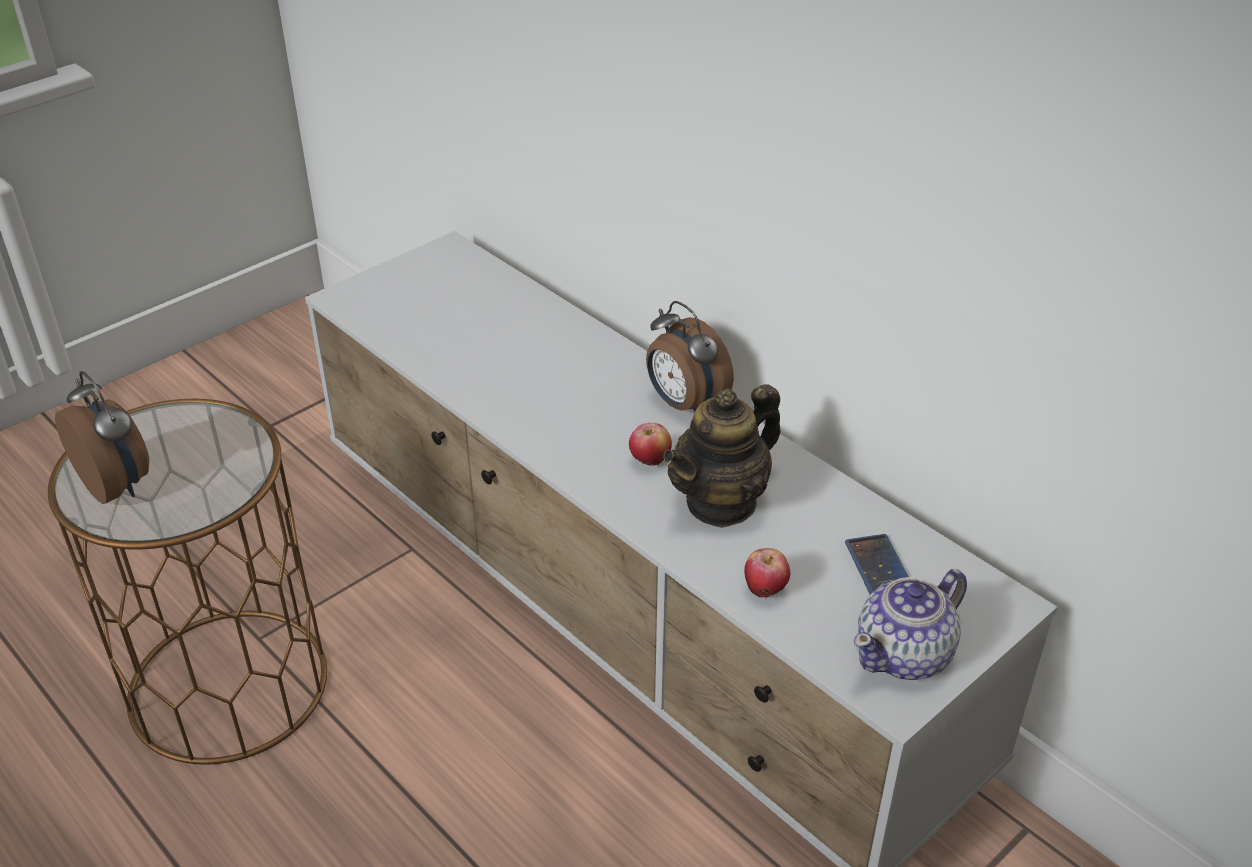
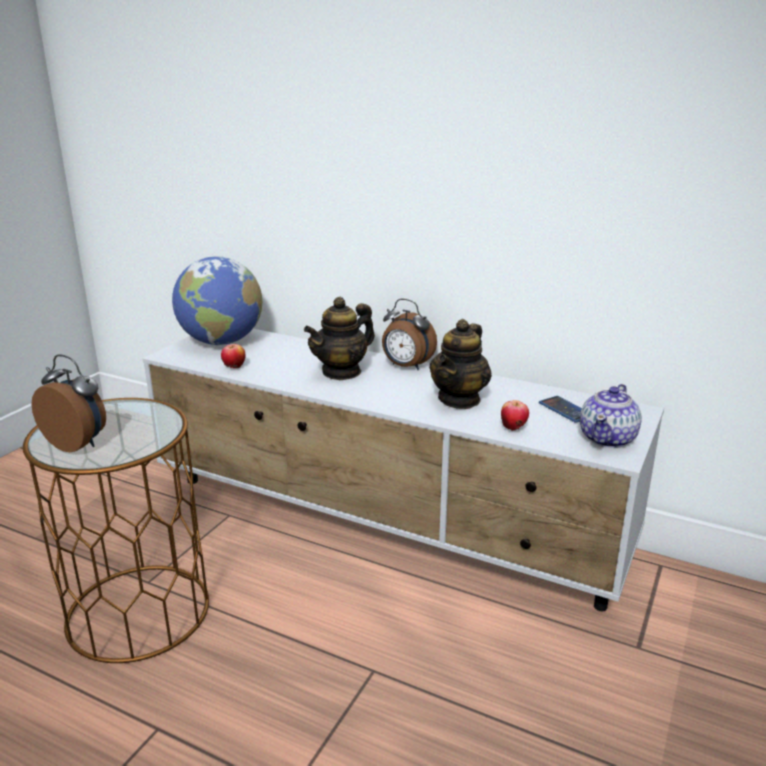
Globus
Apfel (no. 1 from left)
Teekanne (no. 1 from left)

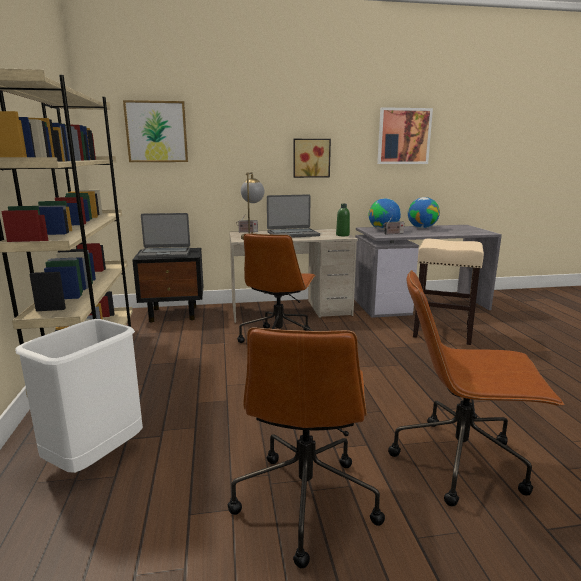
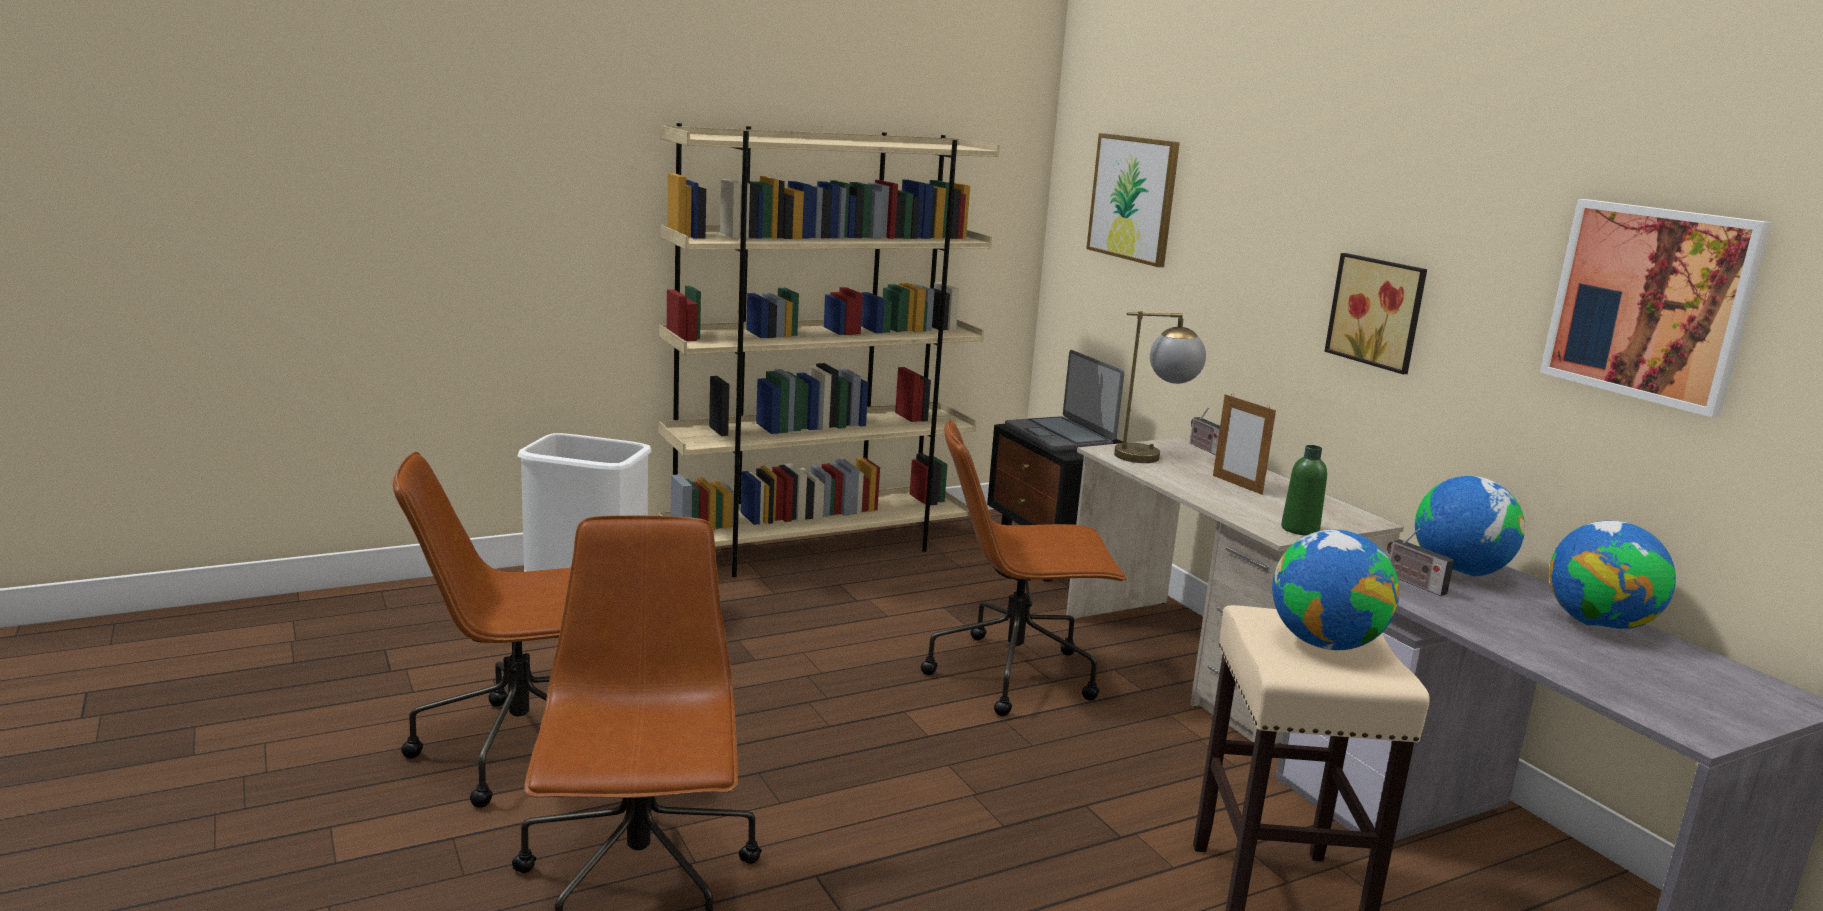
Bilderrahmen
Globus (no. 1 from left)

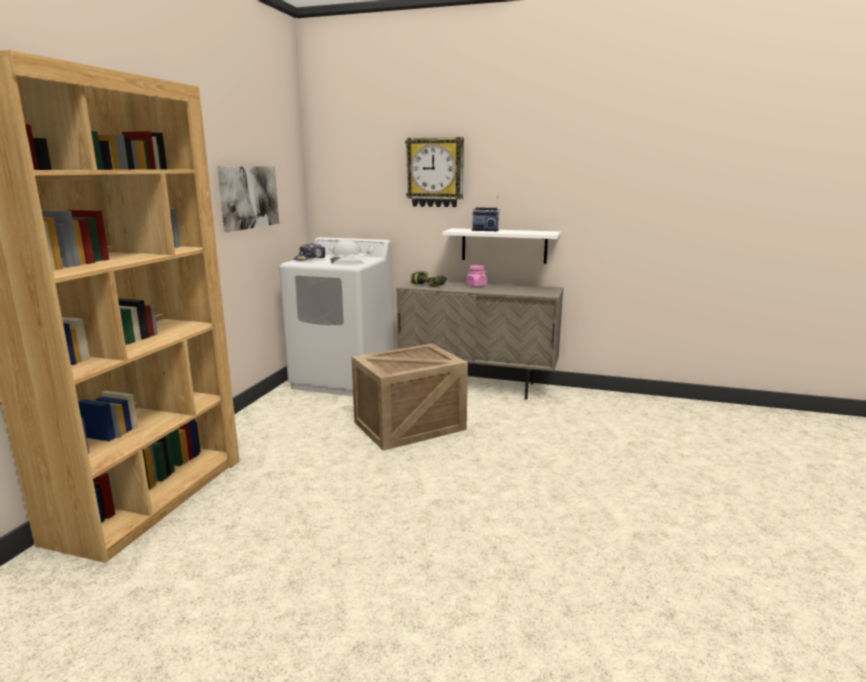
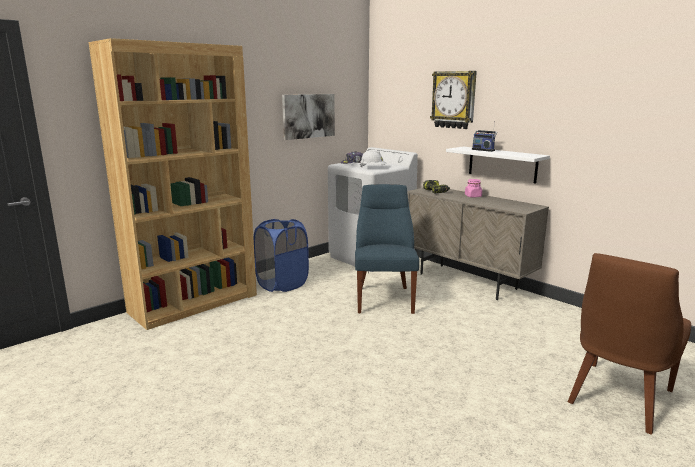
Wäschekorb/blau
Stuhl/blau
Stuhl/braun

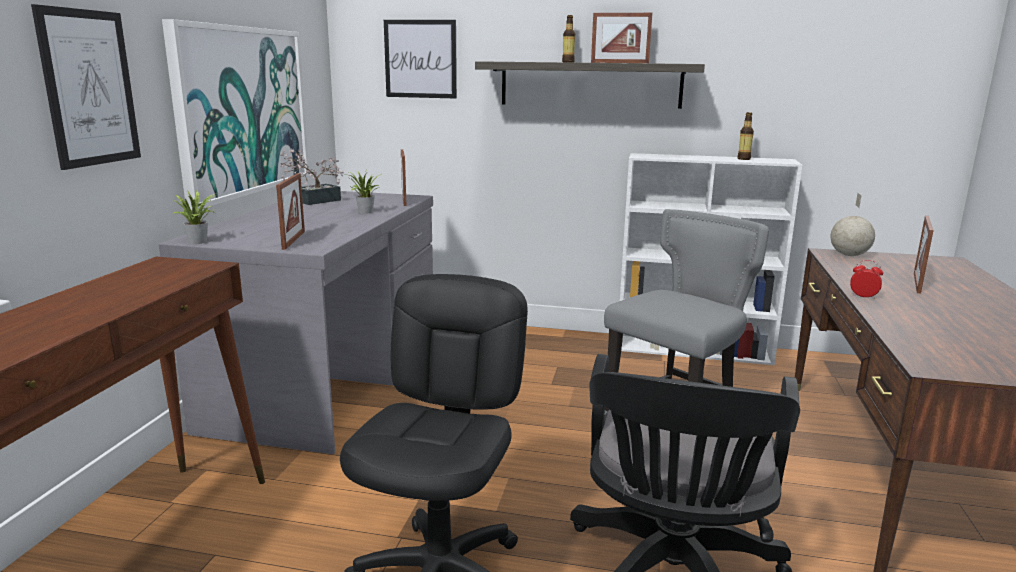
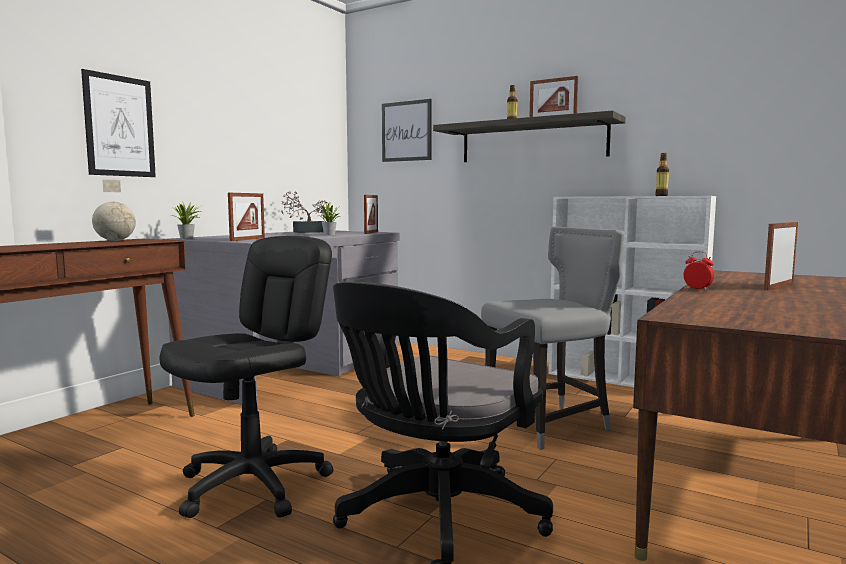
Globus
Bild (no. 2 from left in the first image)

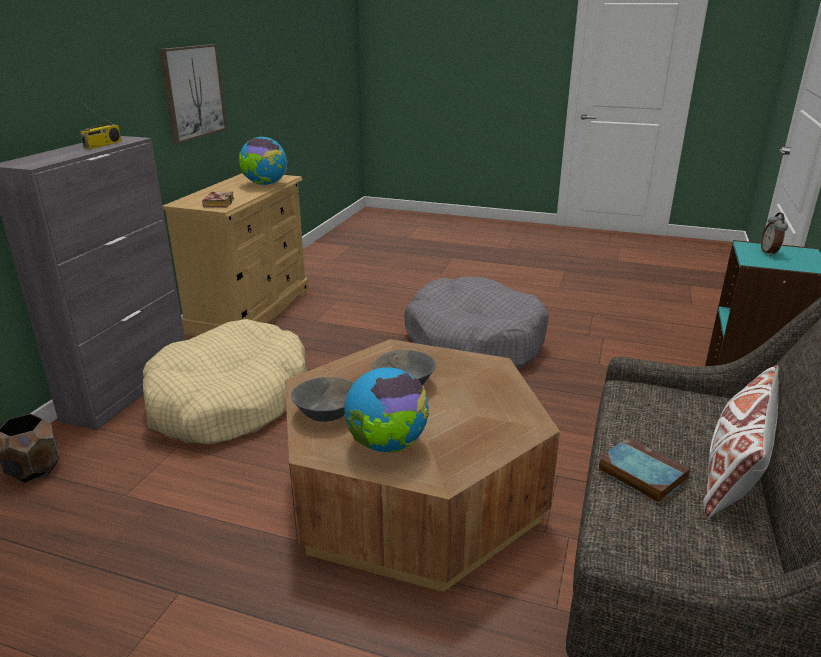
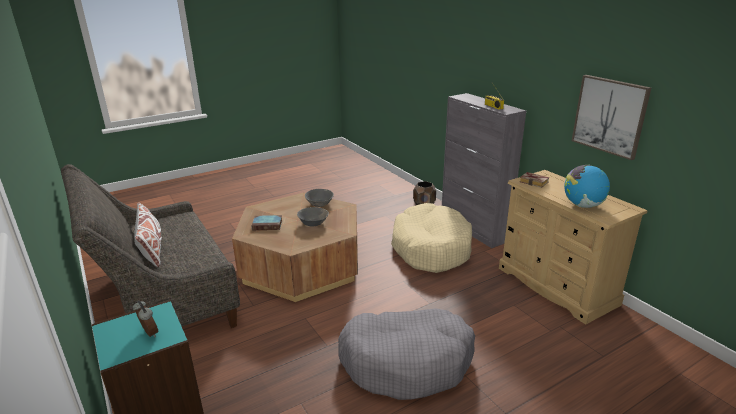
Buch (no. 1 from left)
Globus (no. 2 from left in the first image)

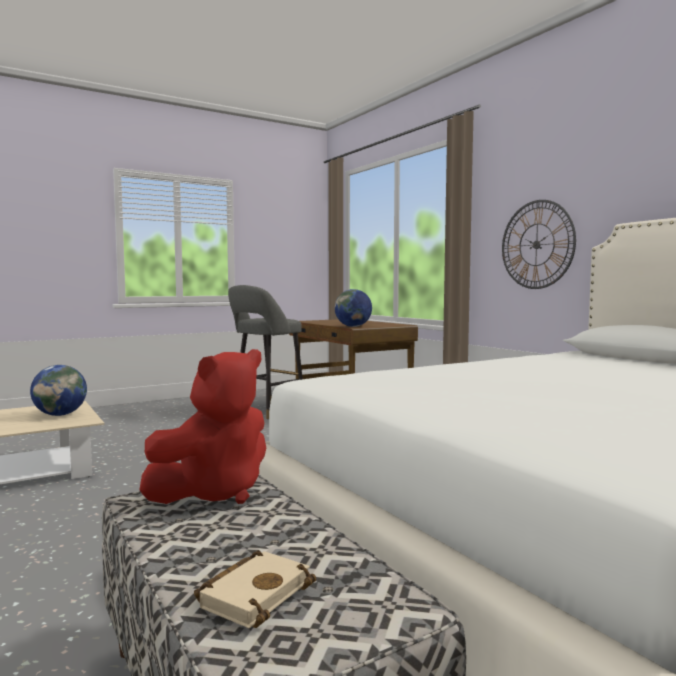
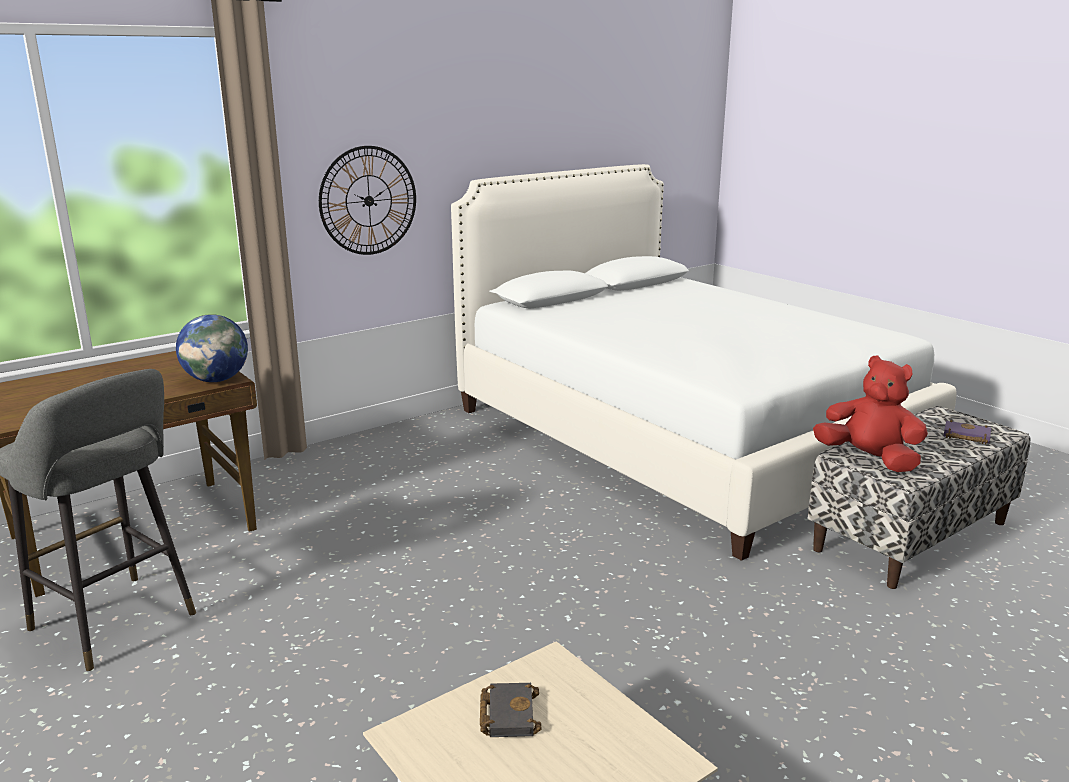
Buch/schwarz
Buch/lila

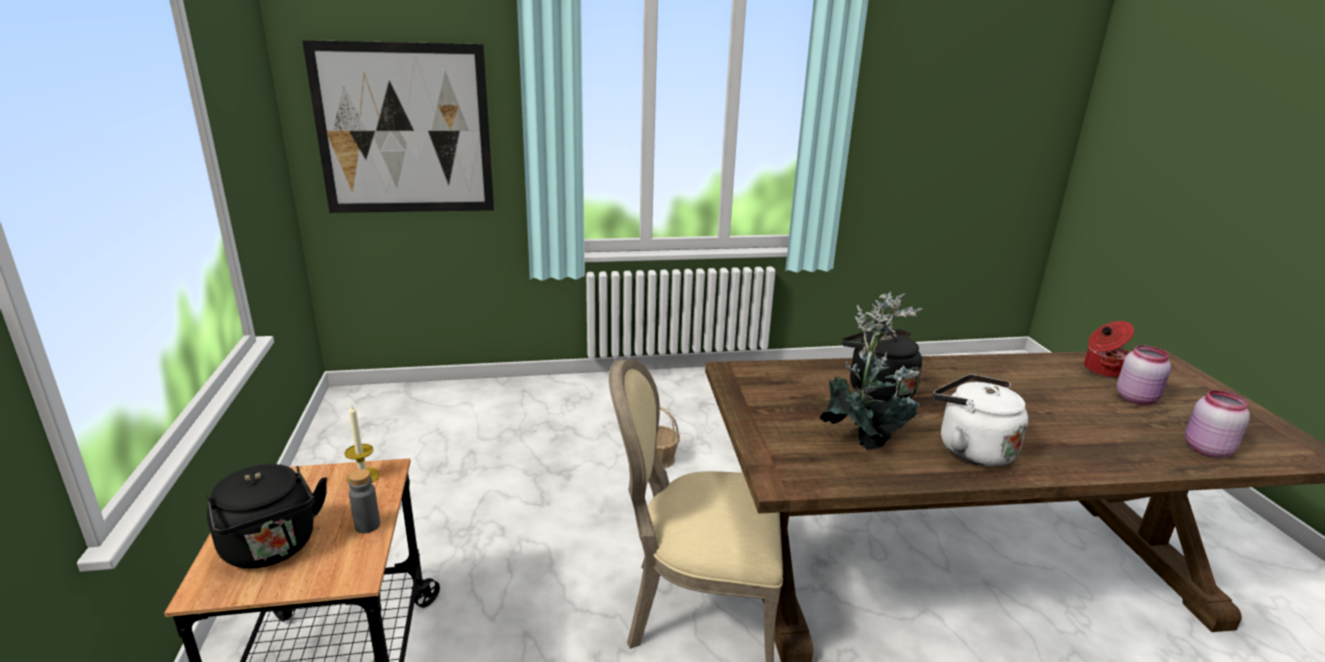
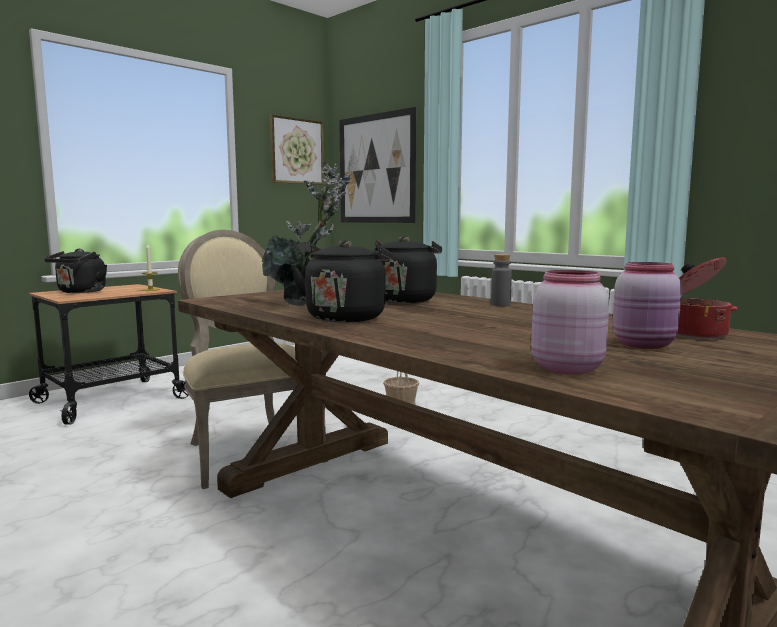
Bild (no. 1 from left)
Wasserkessel/schwarz (no. 2 from left)
Flasche/grau

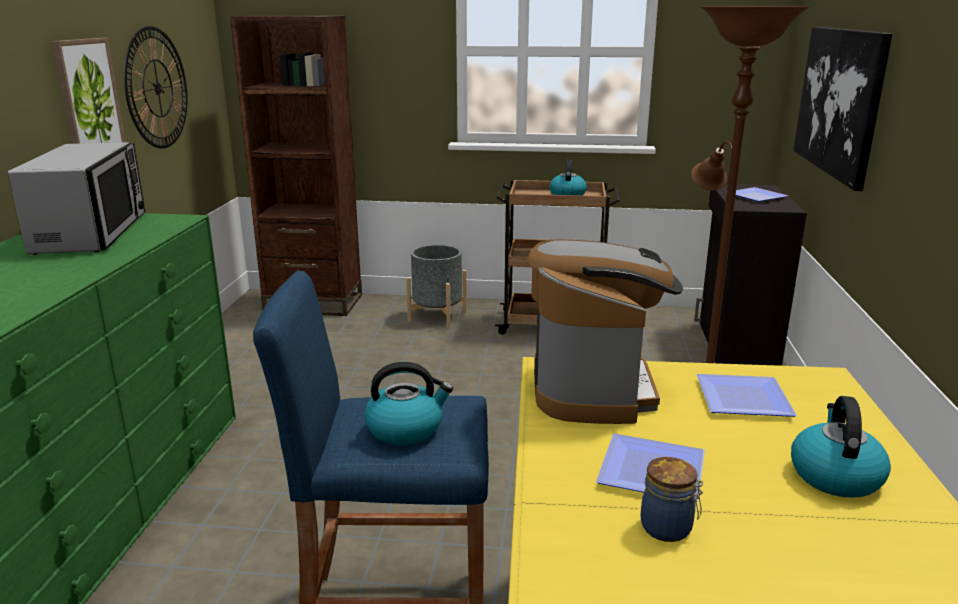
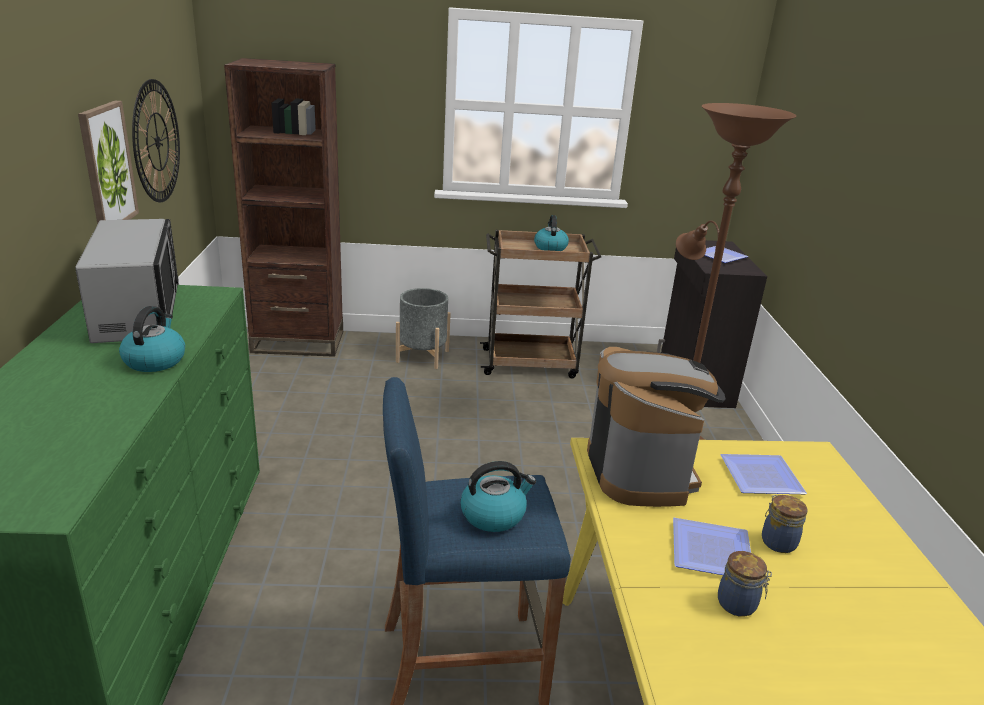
Wasserkessel (no. 1 from left)
Vorratsglas (no. 2 from left)
Bild (no. 2 from left in the first image)

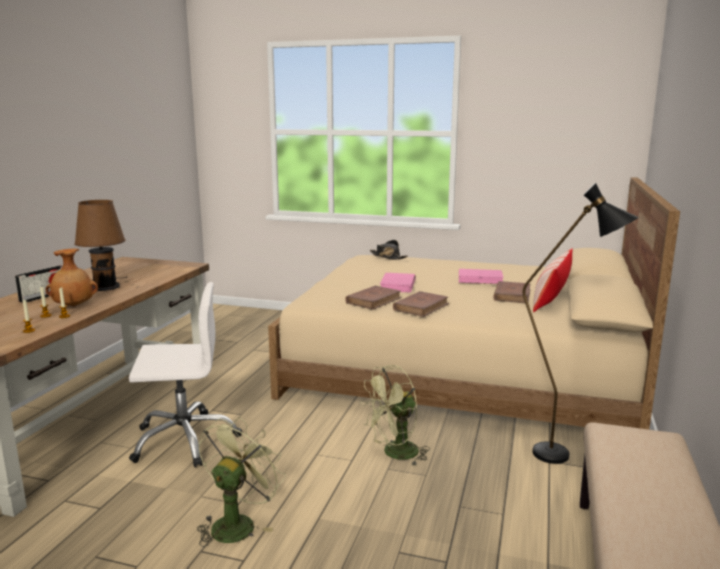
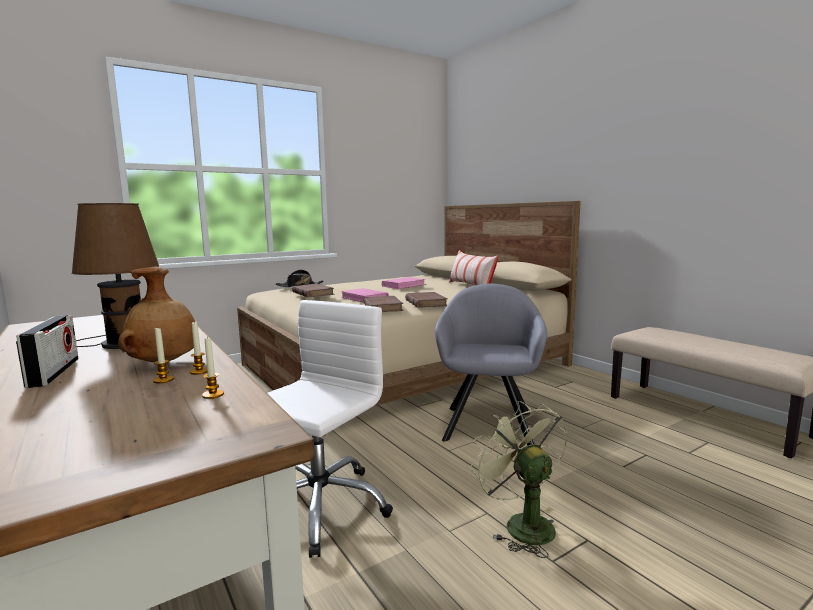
Buch/braun (no. 1 from left)
Sessel/grau
Stehlampe/schwarz

